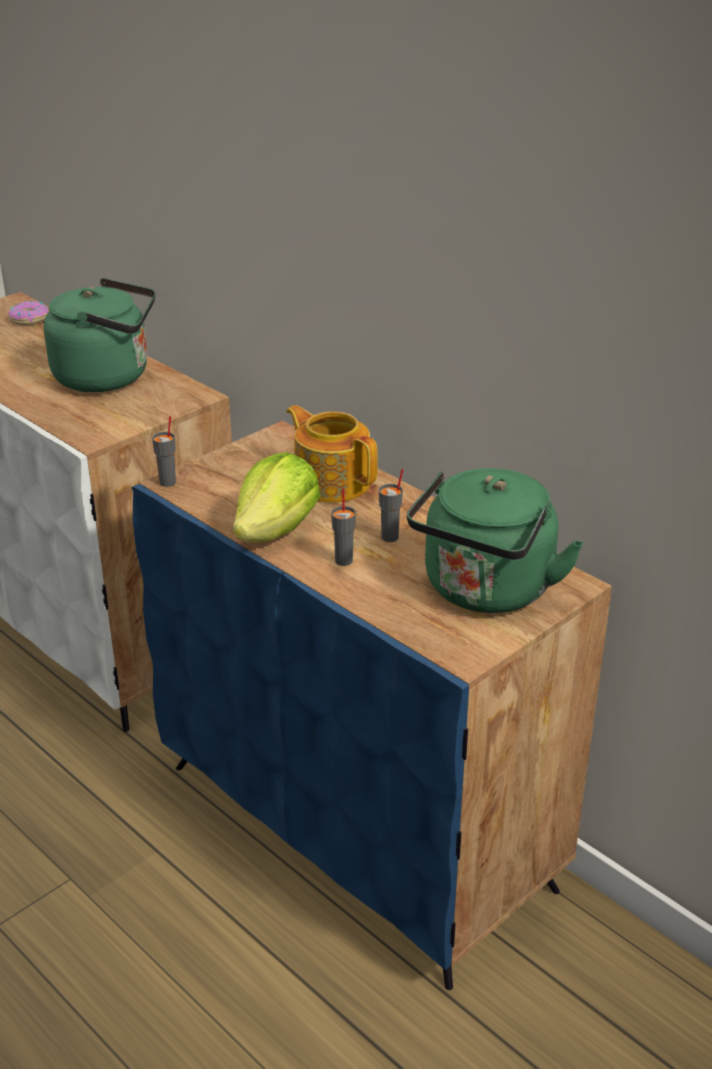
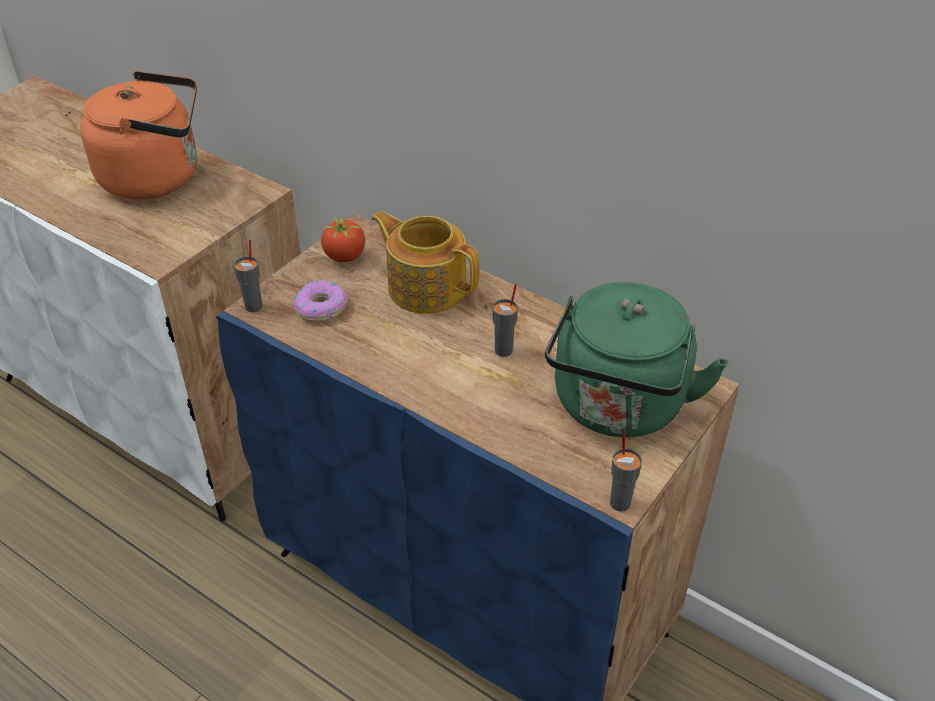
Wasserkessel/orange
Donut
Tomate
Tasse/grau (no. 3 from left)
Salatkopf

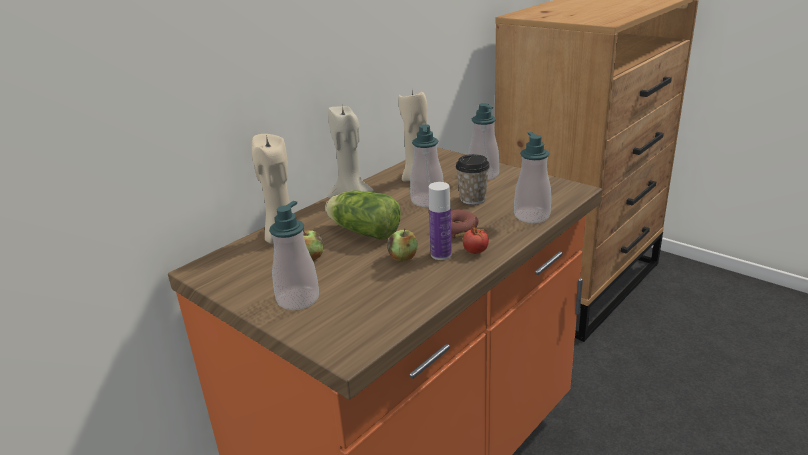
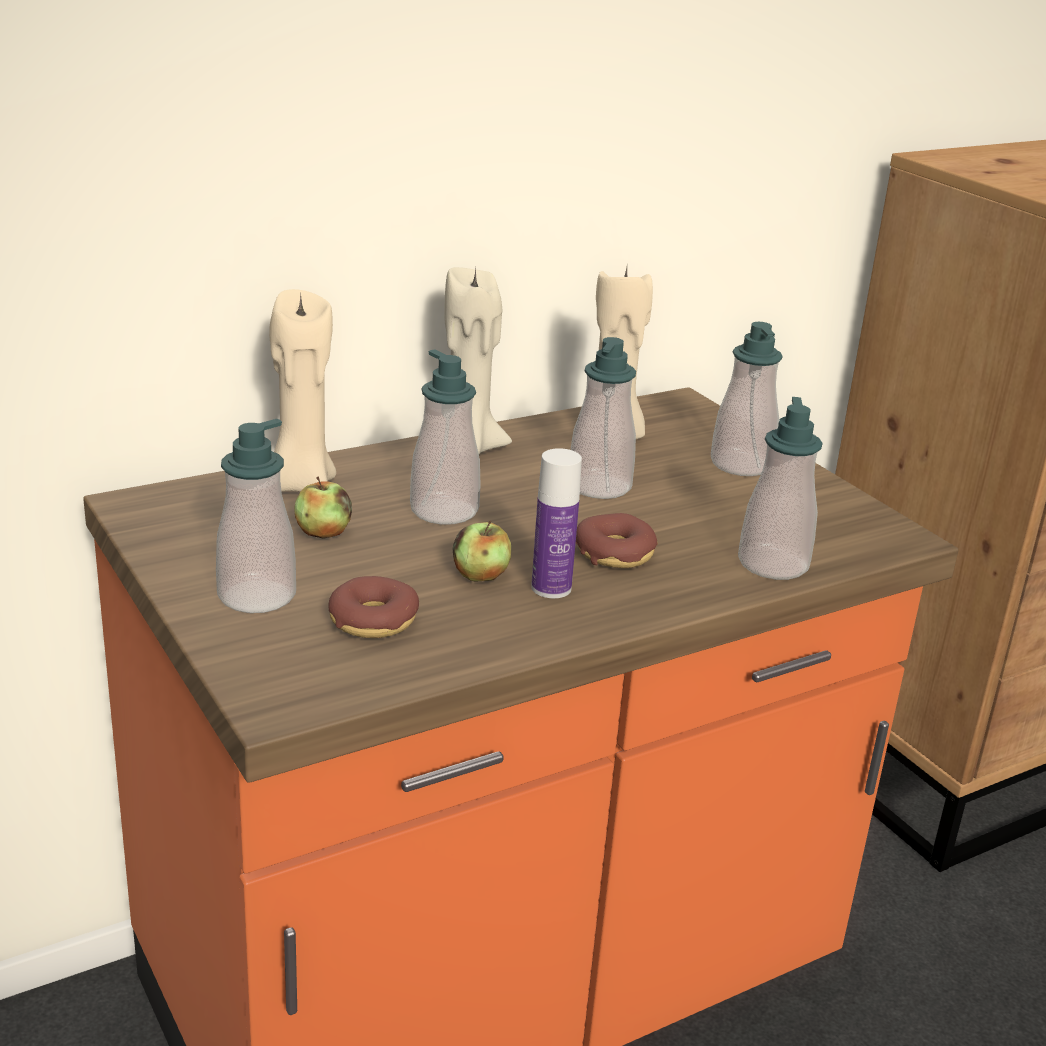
Donut (no. 1 from left)
Seifenspender (no. 2 from left)
Tasse
Tomate

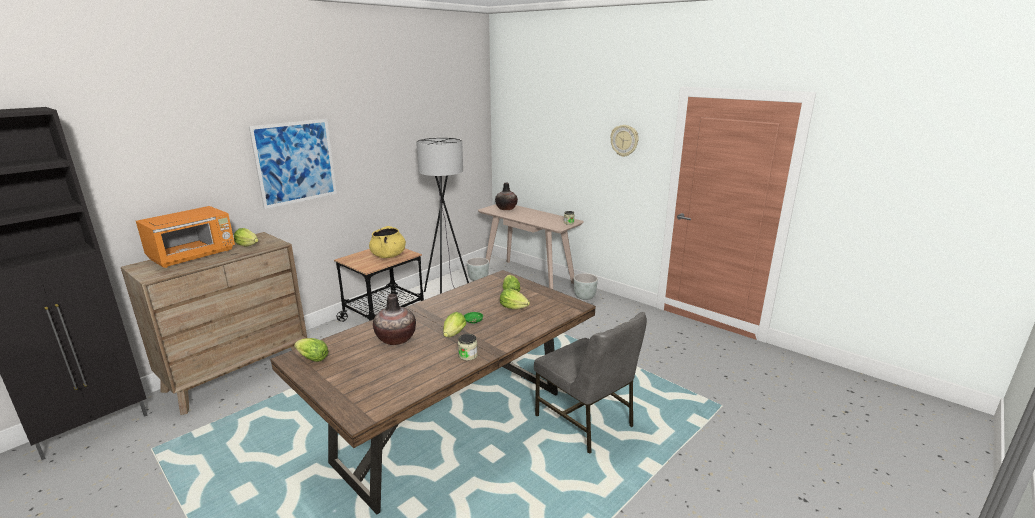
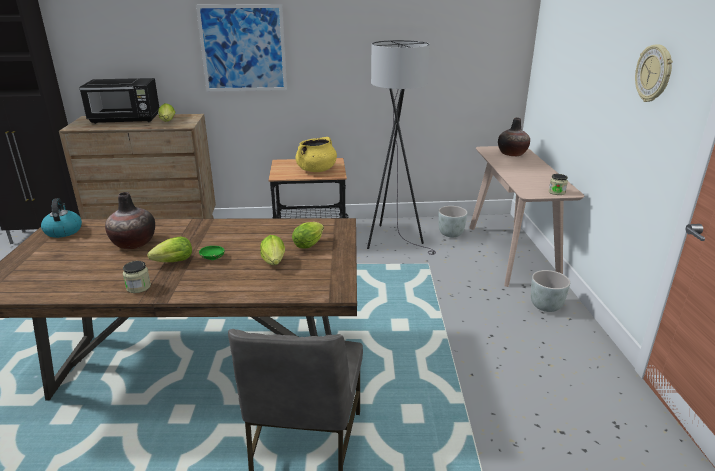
Wasserkessel
Mikrowelle/schwarz

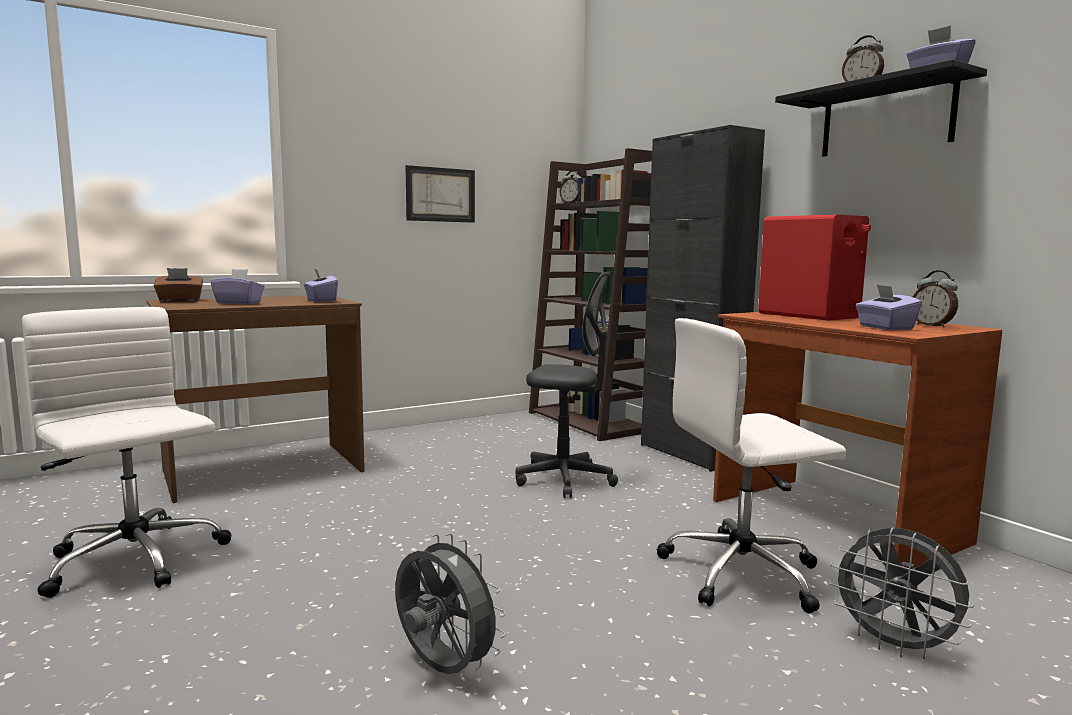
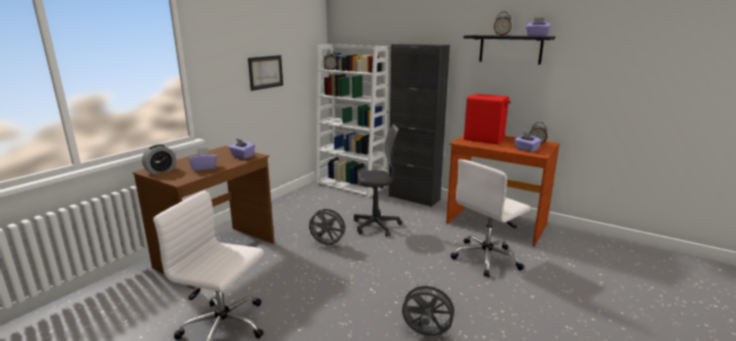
Wecker (no. 1 from left)
Ventilator/grau (no. 1 from left)
Bücherregal/weiß

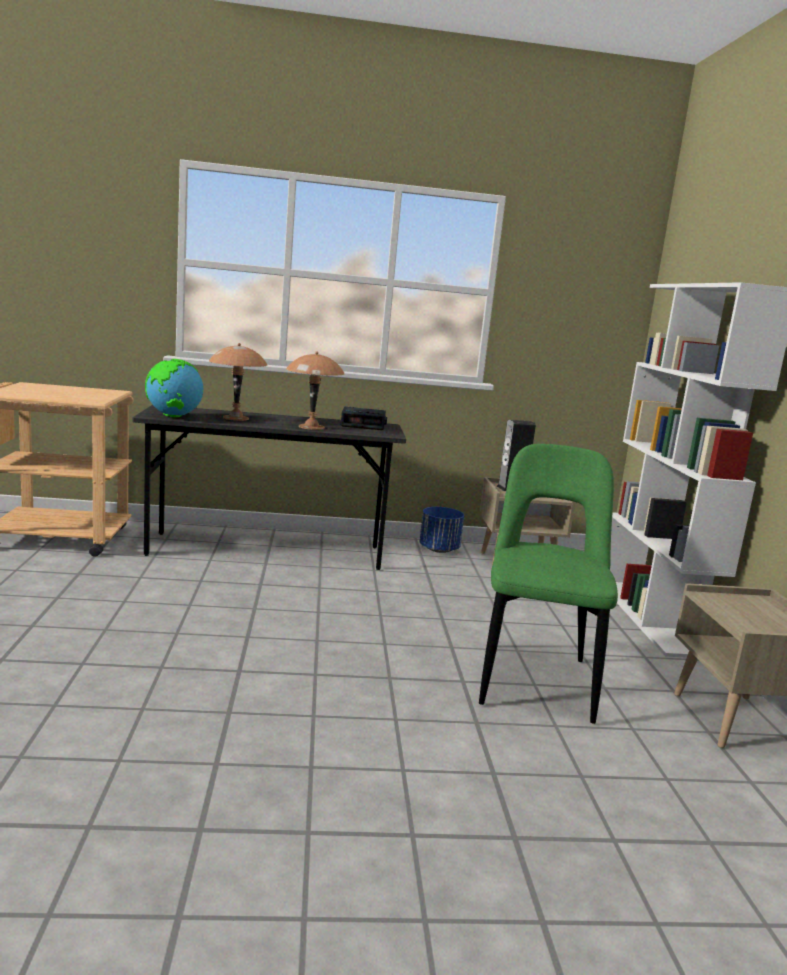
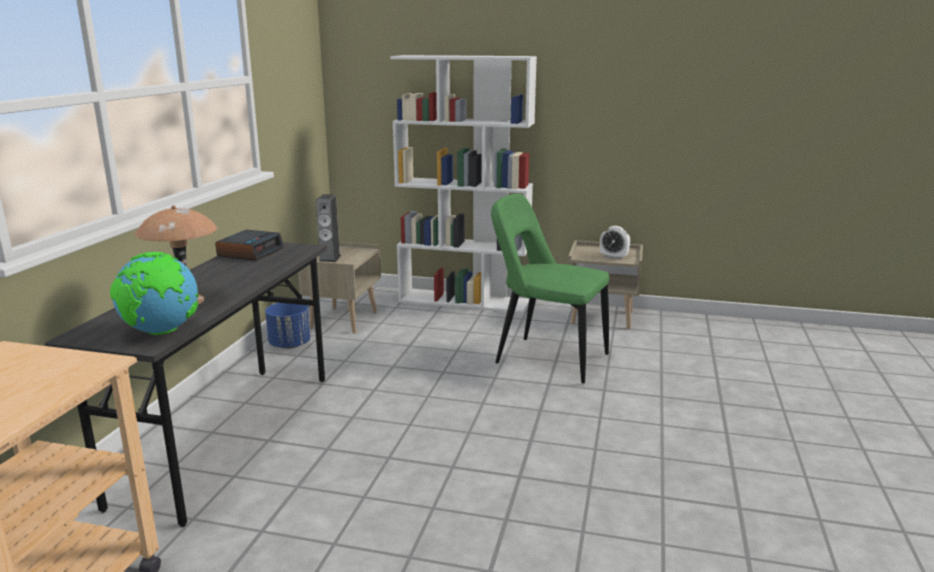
Wecker (no. 2 from left)
Tischlampe/braun (no. 2 from left in the first image)

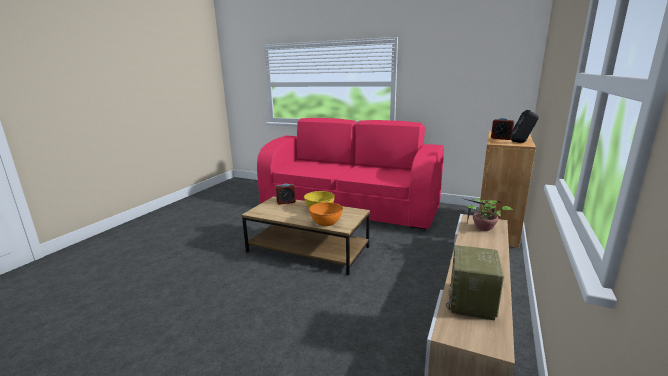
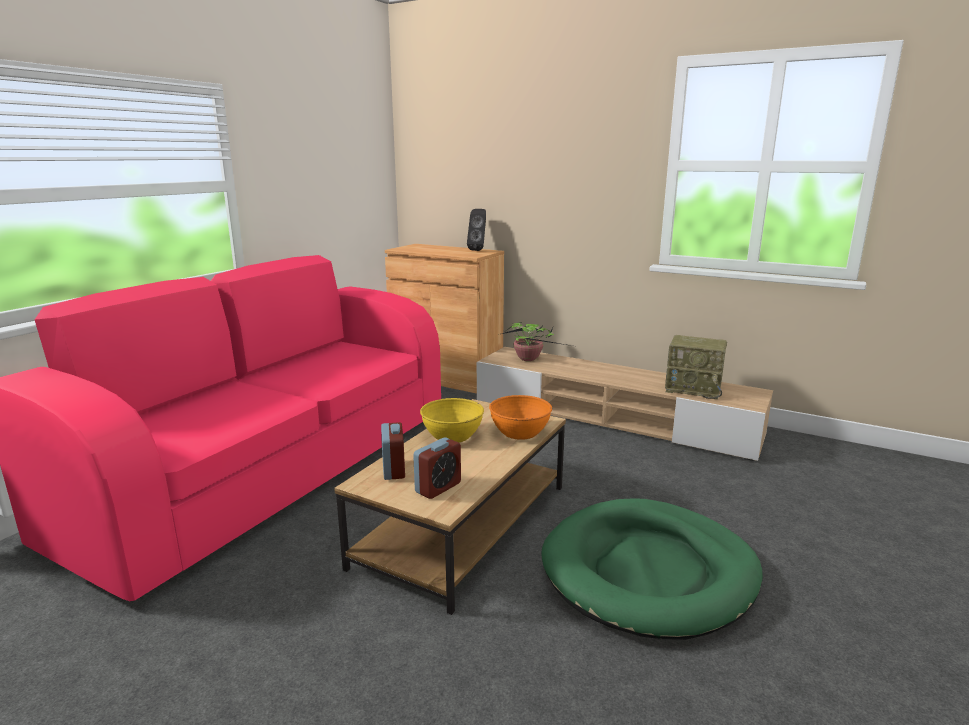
Wecker (no. 2 from left)
Hundebett/grün

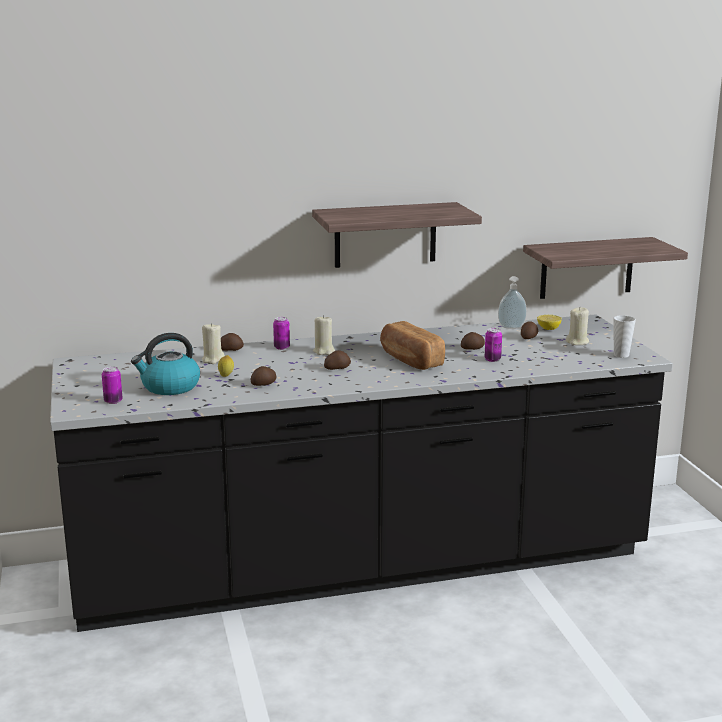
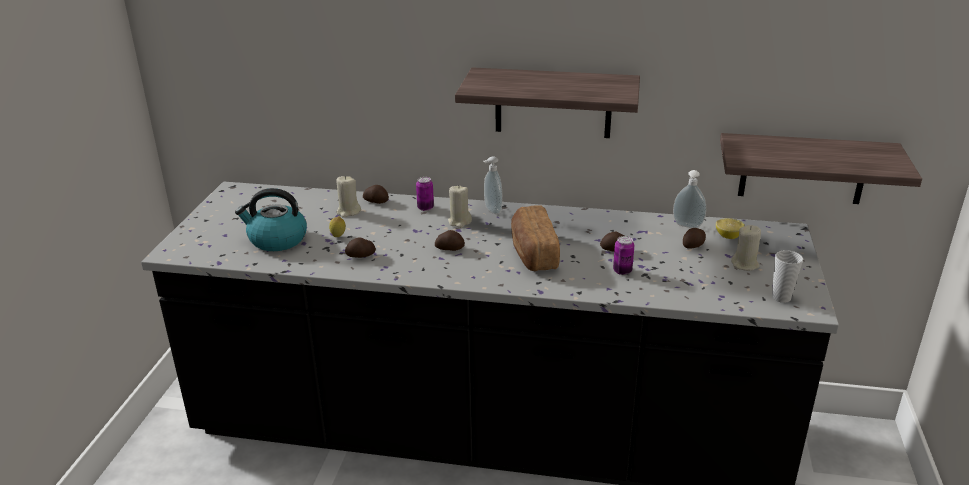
Seifenspender (no. 1 from left)
Dose (no. 1 from left in the first image)

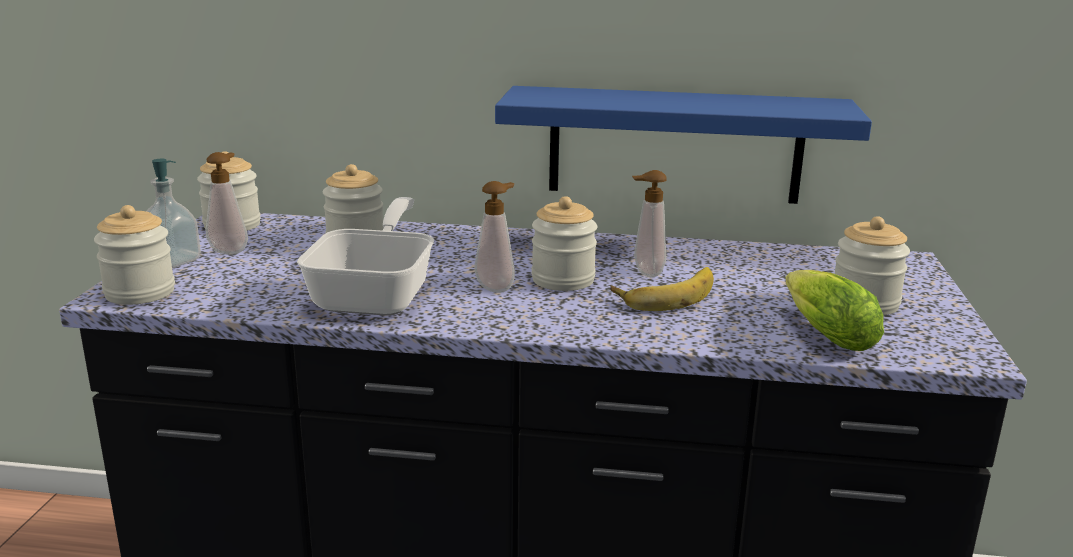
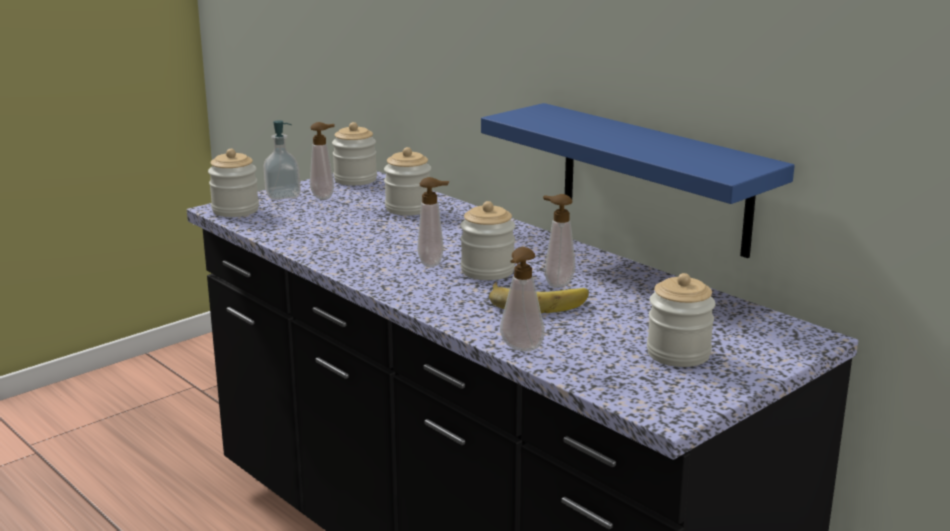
Seifenspender (no. 4 from left)
Pfanne
Salatkopf

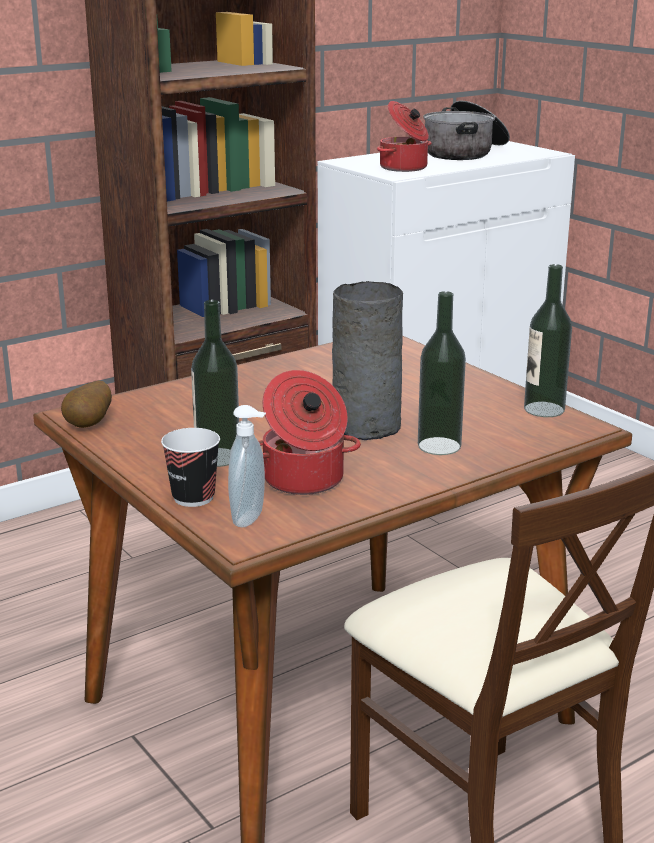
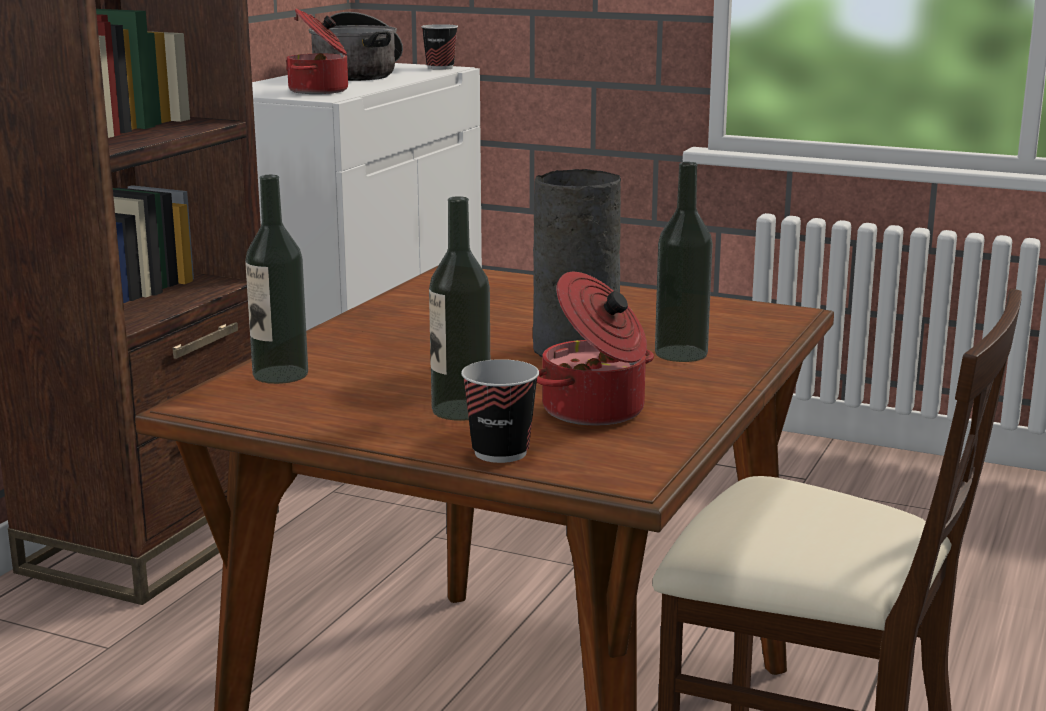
Flasche (no. 1 from left)
Tasse (no. 1 from left)
Kartoffel
Seifenspender

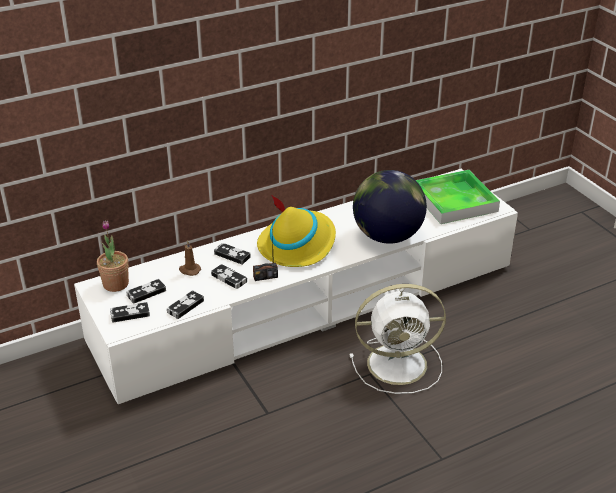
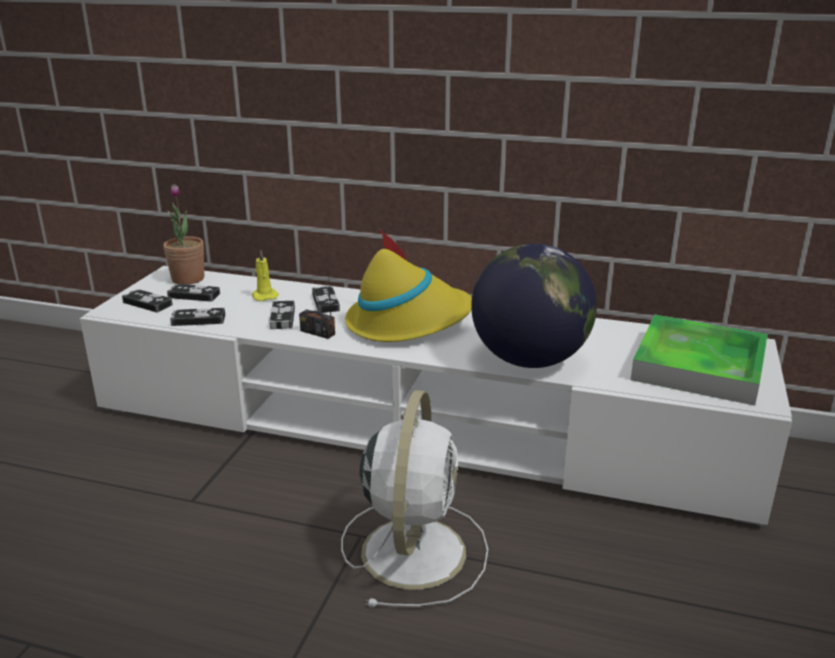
Kerze/gelb
Ventilator/weiß

